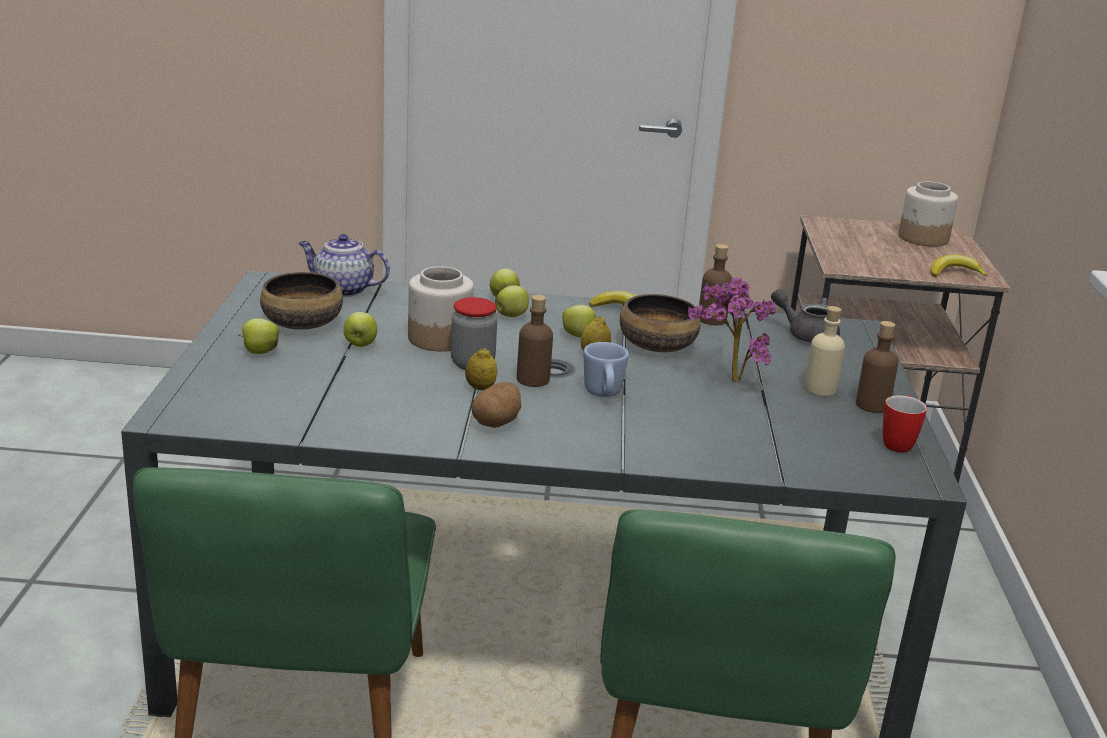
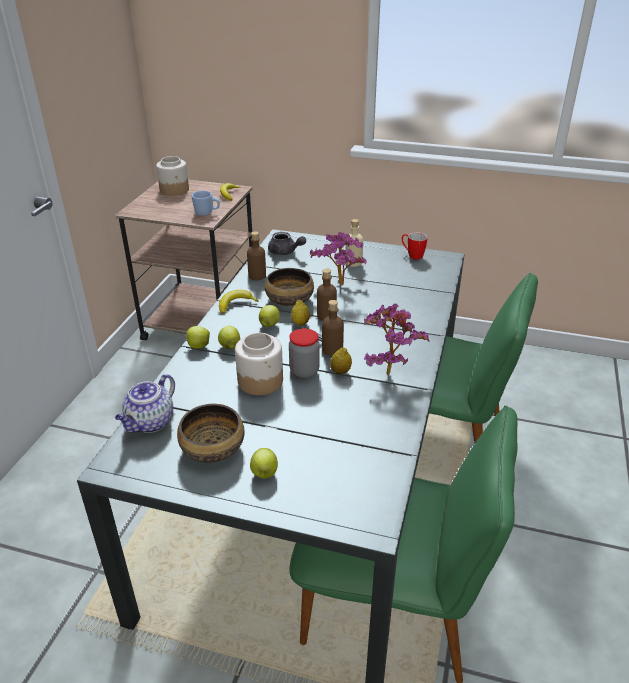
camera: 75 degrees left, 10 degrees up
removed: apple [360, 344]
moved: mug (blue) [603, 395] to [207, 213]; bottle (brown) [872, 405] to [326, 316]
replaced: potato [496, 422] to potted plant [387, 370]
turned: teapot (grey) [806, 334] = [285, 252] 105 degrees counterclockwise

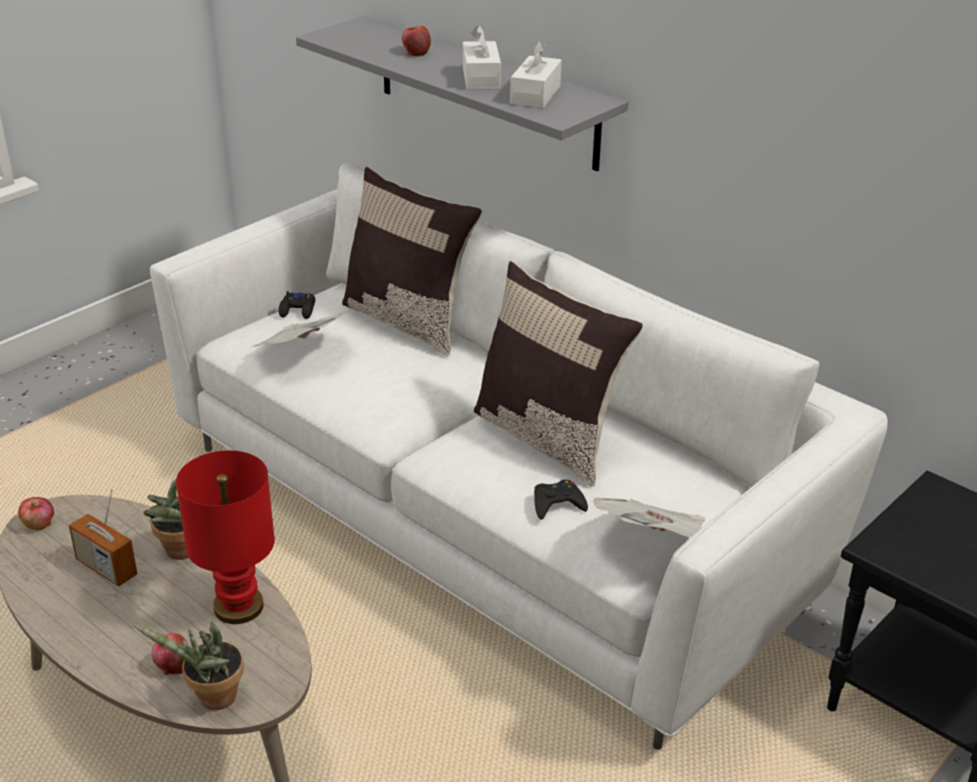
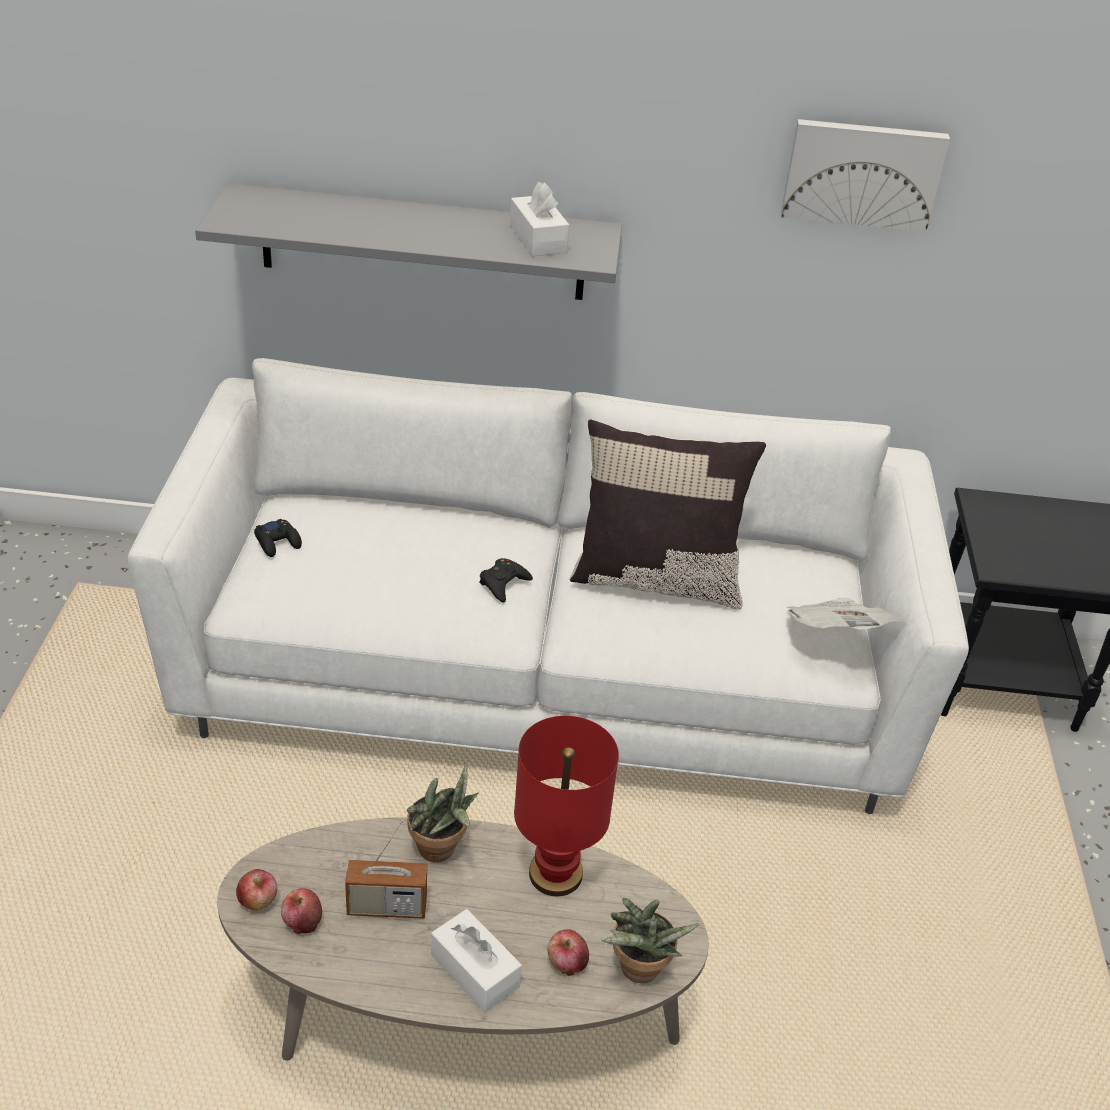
camera: 40 degrees left, 5 degrees up
removed: newspaper [302, 352]; pillow [408, 322]
added: picture [862, 173]
moved: apple [416, 52] to [302, 922]; tissue box (white) [481, 78] to [475, 971]; game controller (black) [557, 504] to [503, 583]

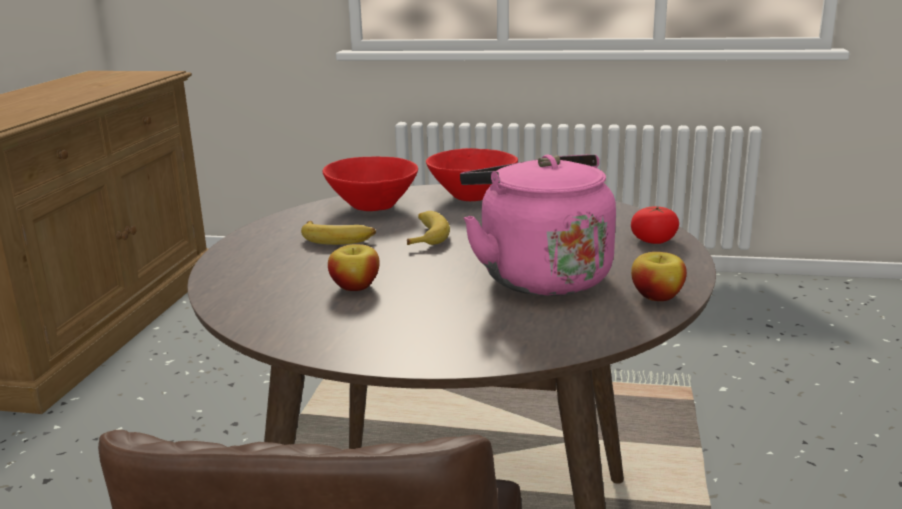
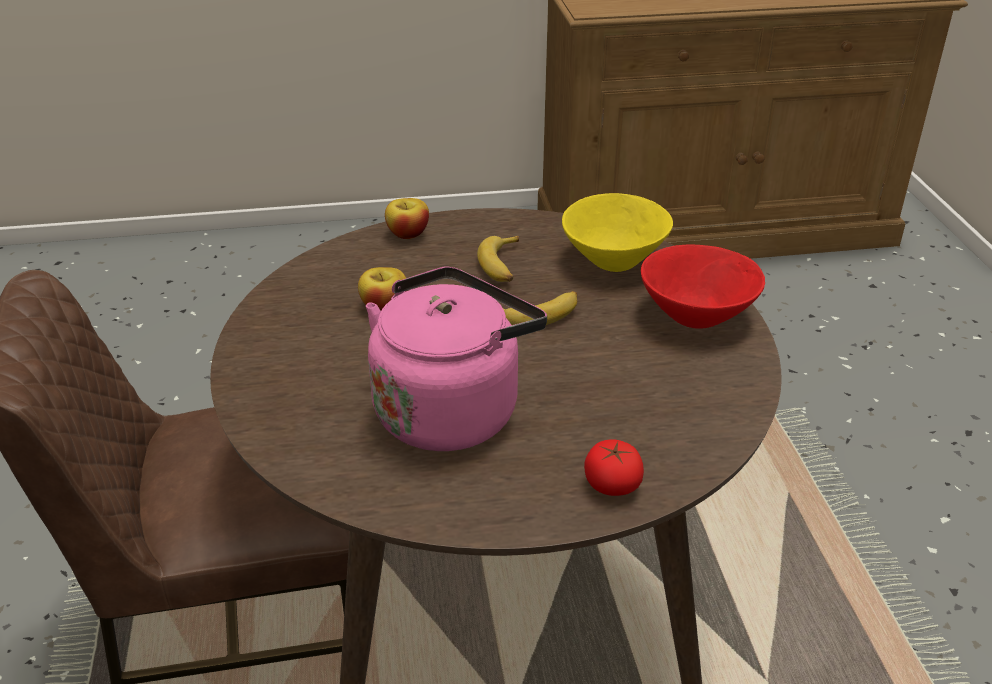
camera: 70 degrees right, 15 degrees up
moved: apple [657, 296] to [408, 234]
recoloured: bowl (red) [373, 207] to bowl (yellow) [612, 261]

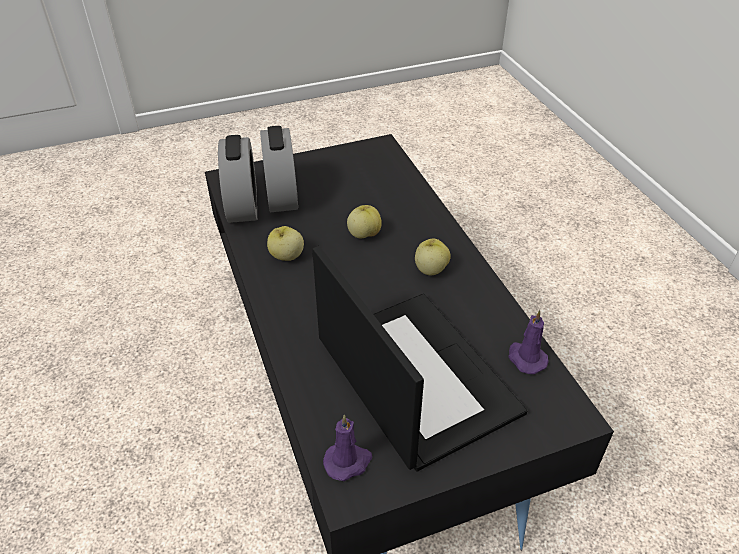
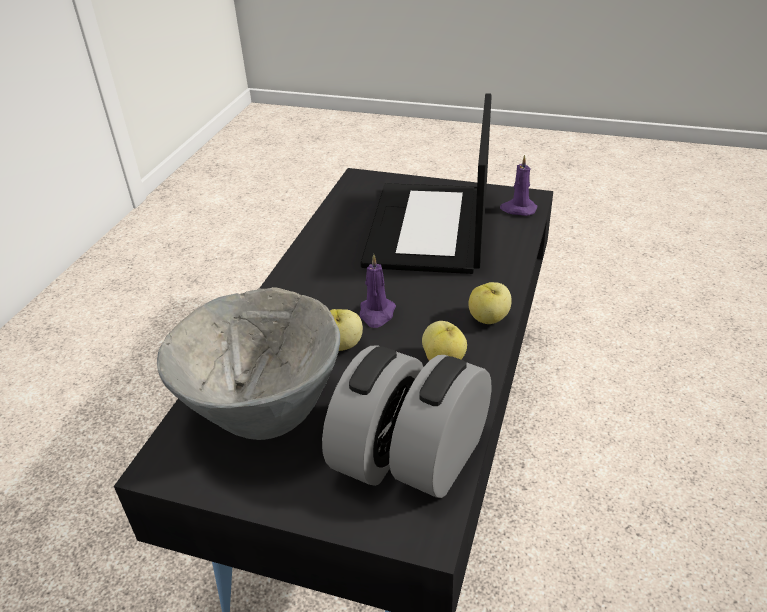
camera: 140 degrees left, 5 degrees down
added: bowl (grey) [263, 412]
moved: apple [430, 269] to [489, 319]; candle (purple) [526, 358] to [377, 314]

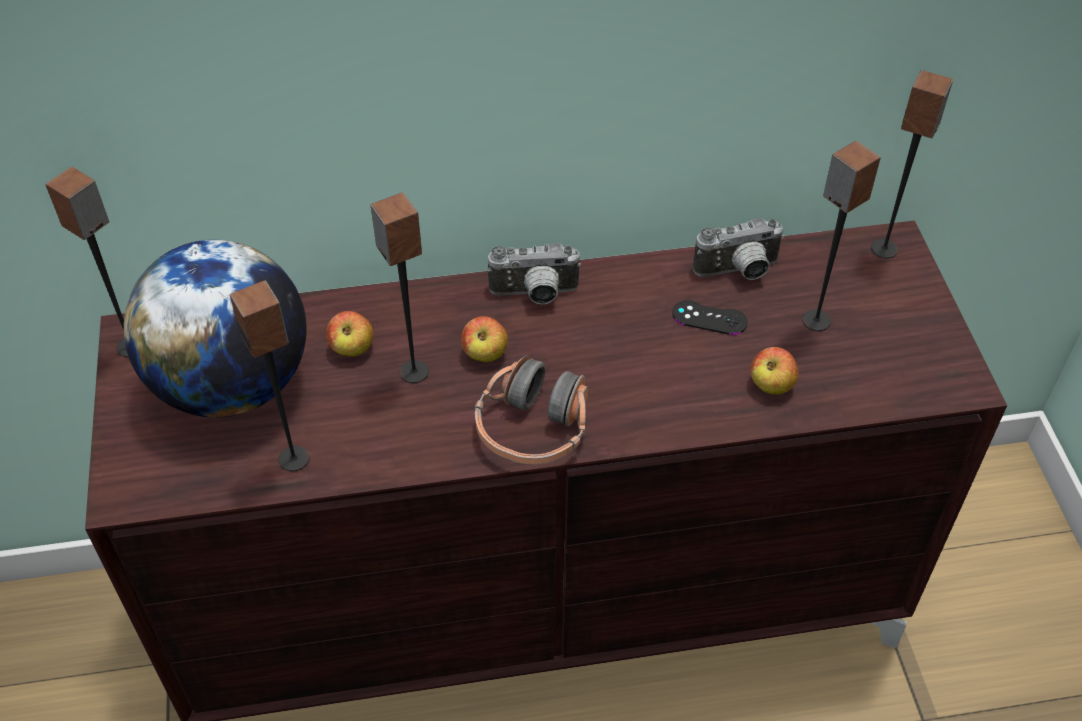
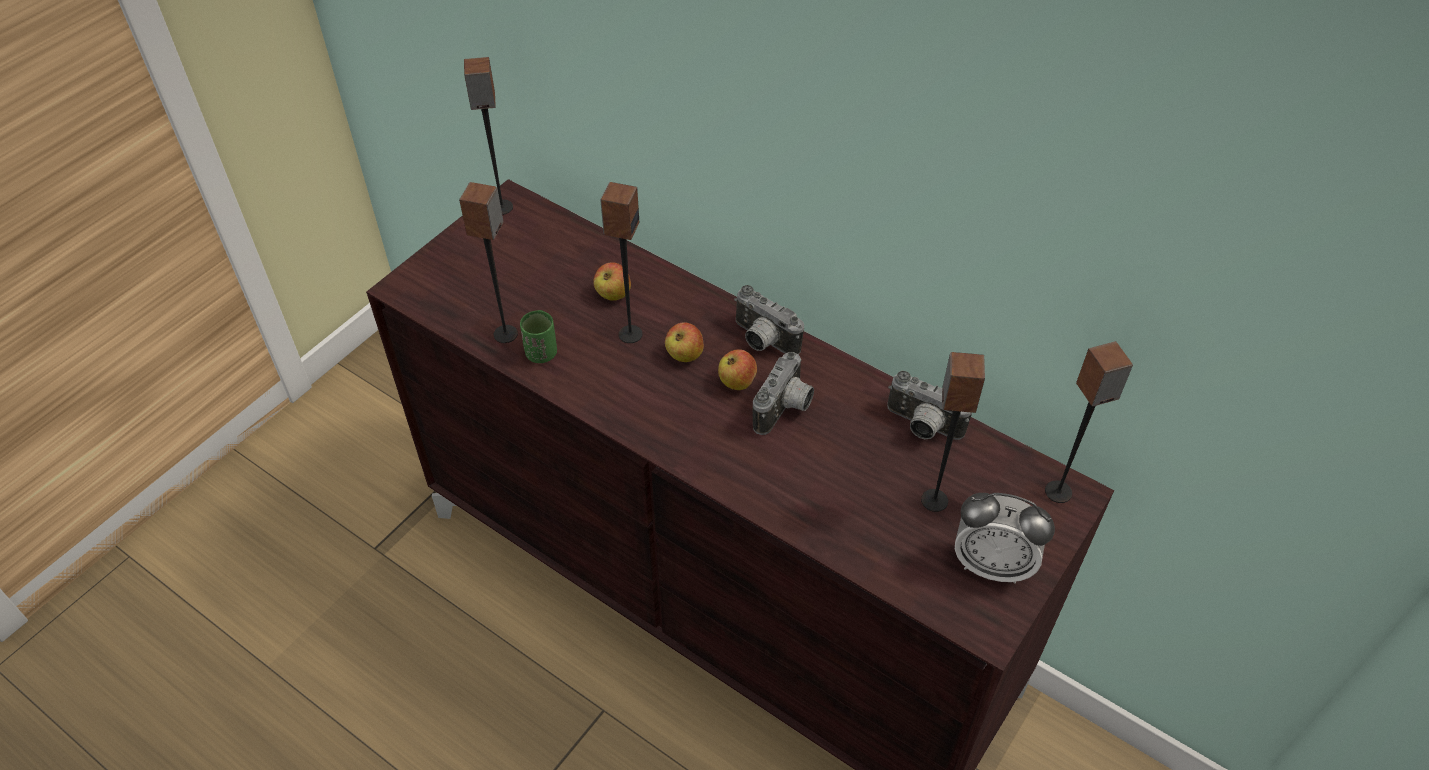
camera: 45 degrees right, 0 degrees up
removed: globe [232, 384]; headphones [533, 428]; game controller (black) [709, 318]
added: cup (green) [541, 353]; photo camera [785, 409]; alarm clock [992, 564]
moved: apple [771, 385] to [737, 382]

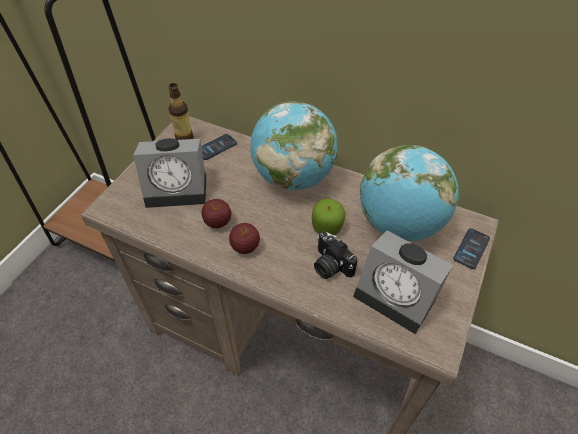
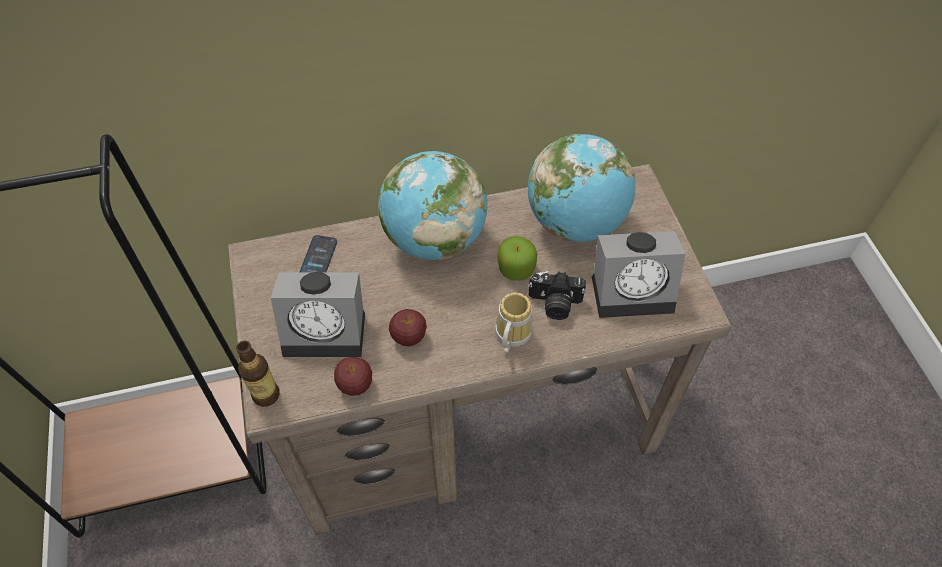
camera: 40 degrees left, 5 degrees up
removed: phone [471, 249]
added: mug [509, 336]
moved: bottle [185, 139] to [266, 395]; apple [245, 247] to [355, 385]
turned: alarm clock [179, 188] = [328, 330] 45 degrees clockwise

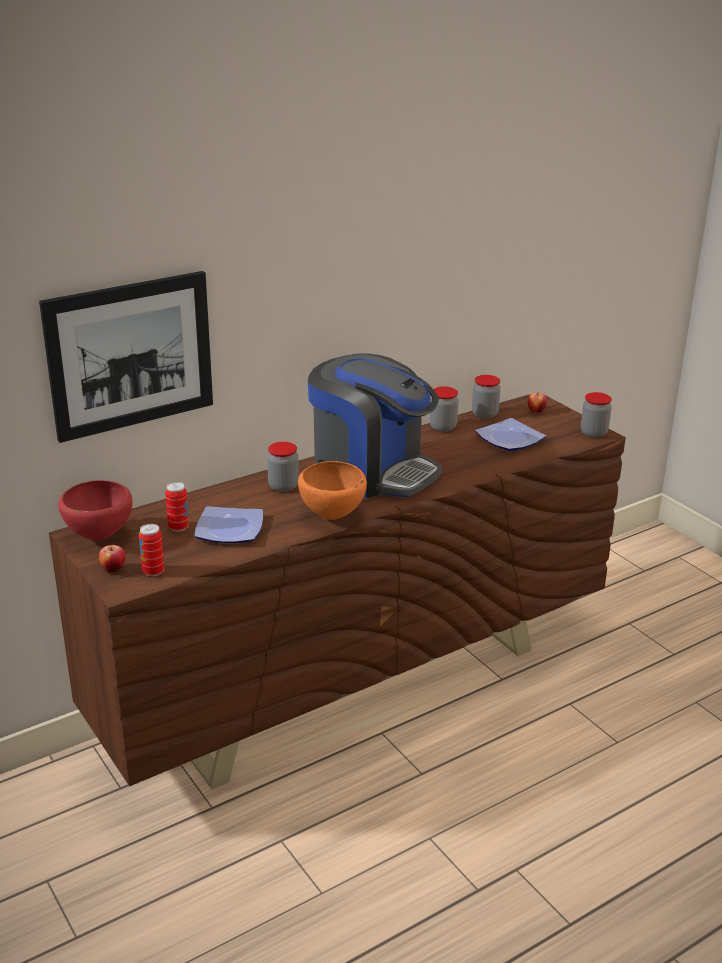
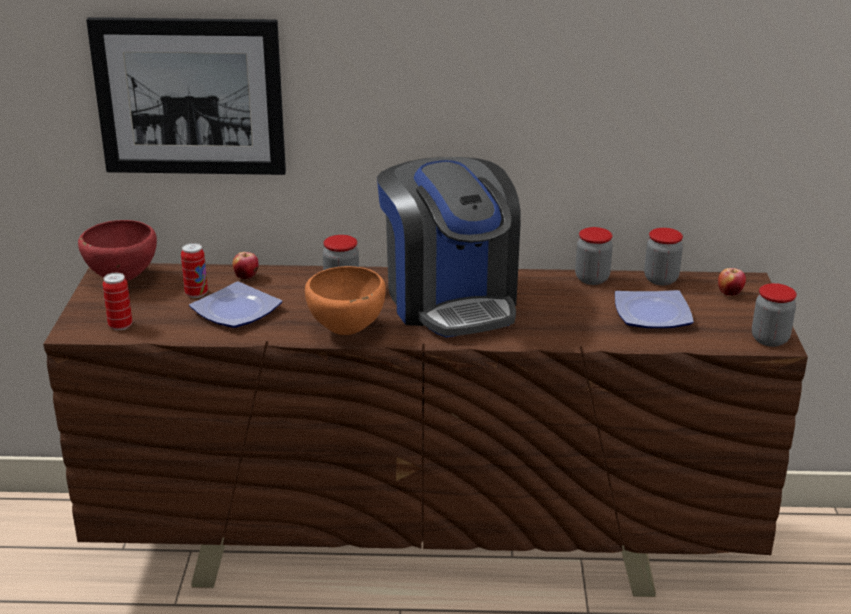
camera: 35 degrees right, 0 degrees up
moved: apple [113, 569] to [246, 277]

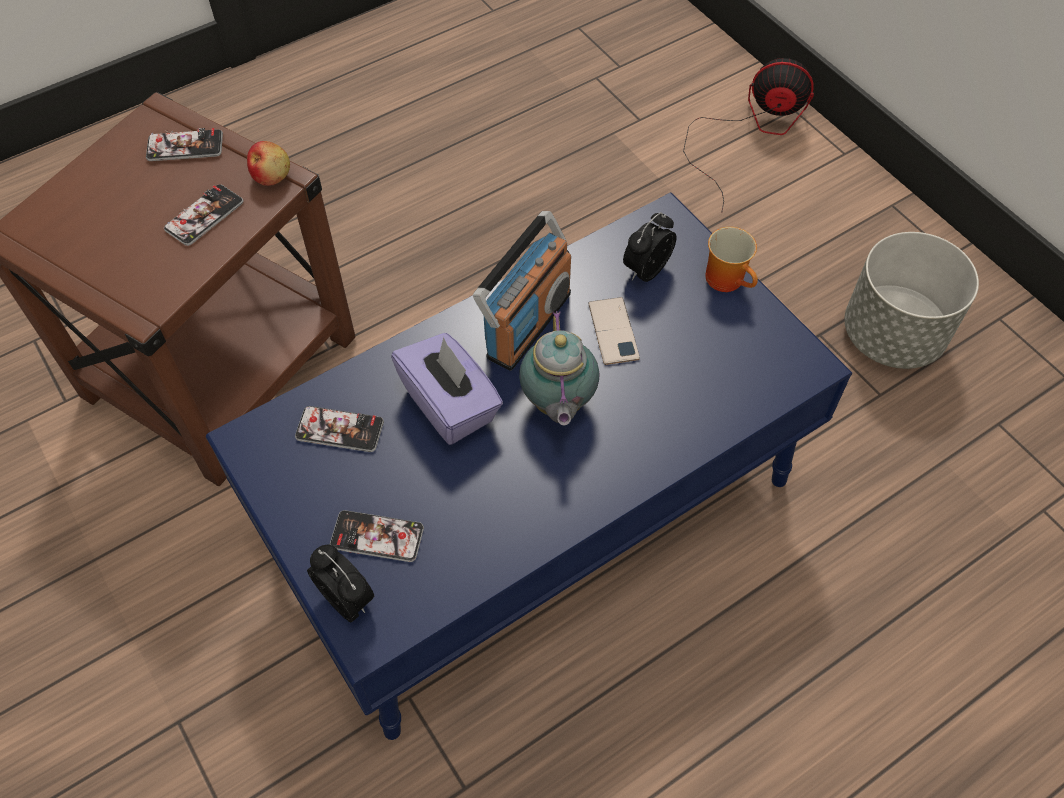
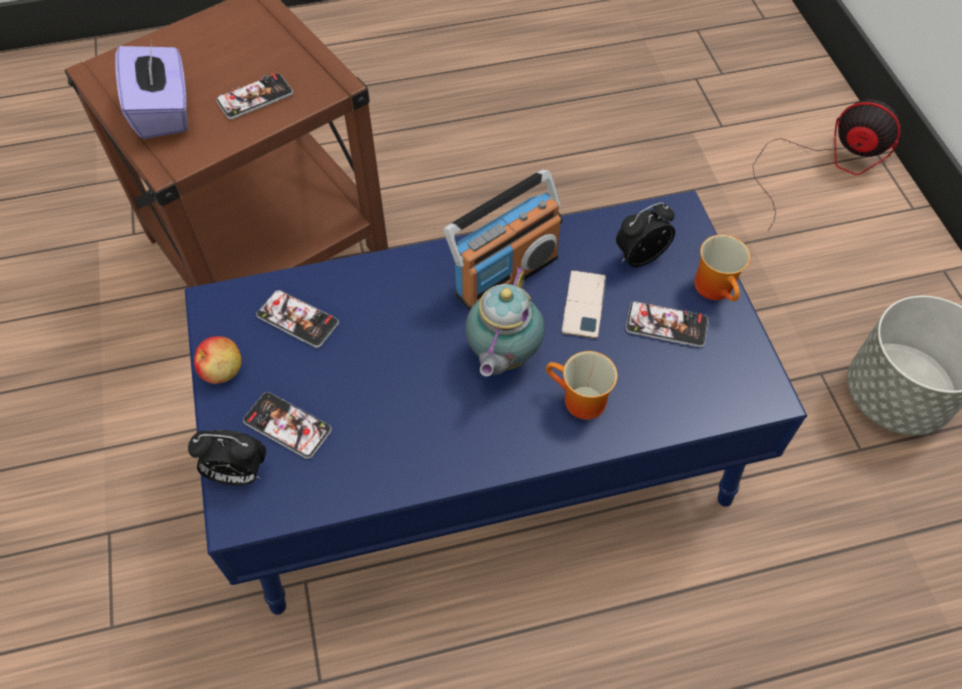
camera: 20 degrees right, 0 degrees up
added: mug [578, 402]
moved: phone [185, 146] to [666, 325]; apple [272, 176] to [222, 369]; tissue box (purple) [450, 404] to [164, 111]
turned: alarm clock [348, 599] = [237, 474] 120 degrees clockwise

